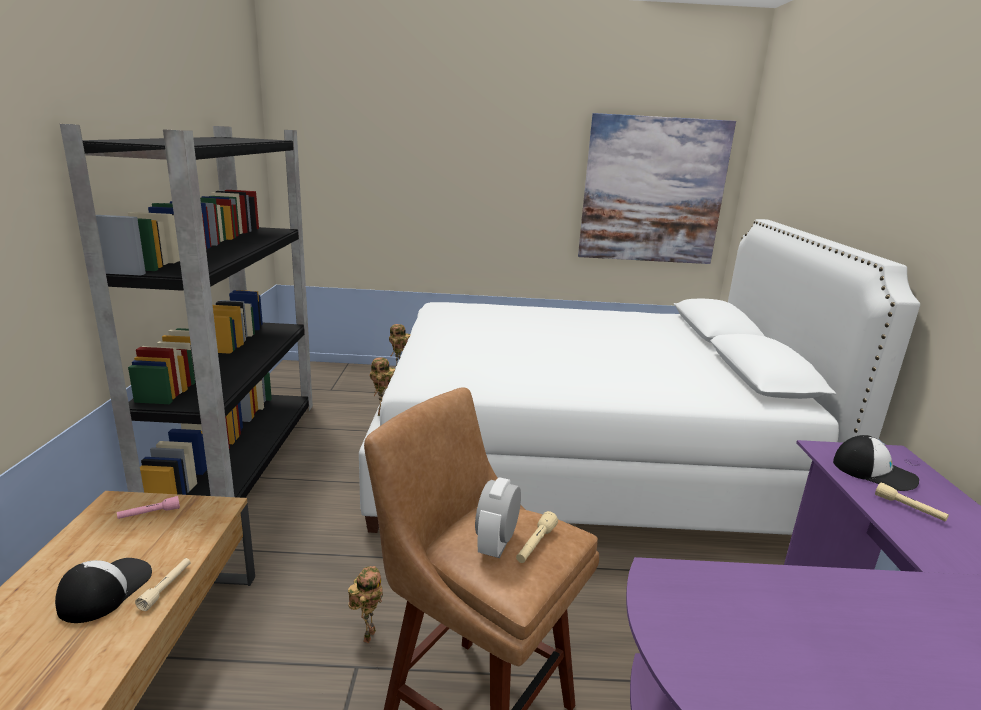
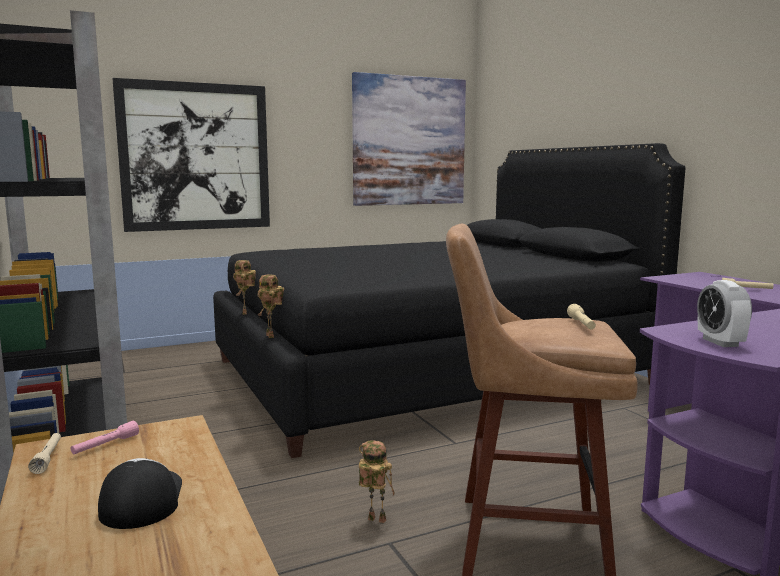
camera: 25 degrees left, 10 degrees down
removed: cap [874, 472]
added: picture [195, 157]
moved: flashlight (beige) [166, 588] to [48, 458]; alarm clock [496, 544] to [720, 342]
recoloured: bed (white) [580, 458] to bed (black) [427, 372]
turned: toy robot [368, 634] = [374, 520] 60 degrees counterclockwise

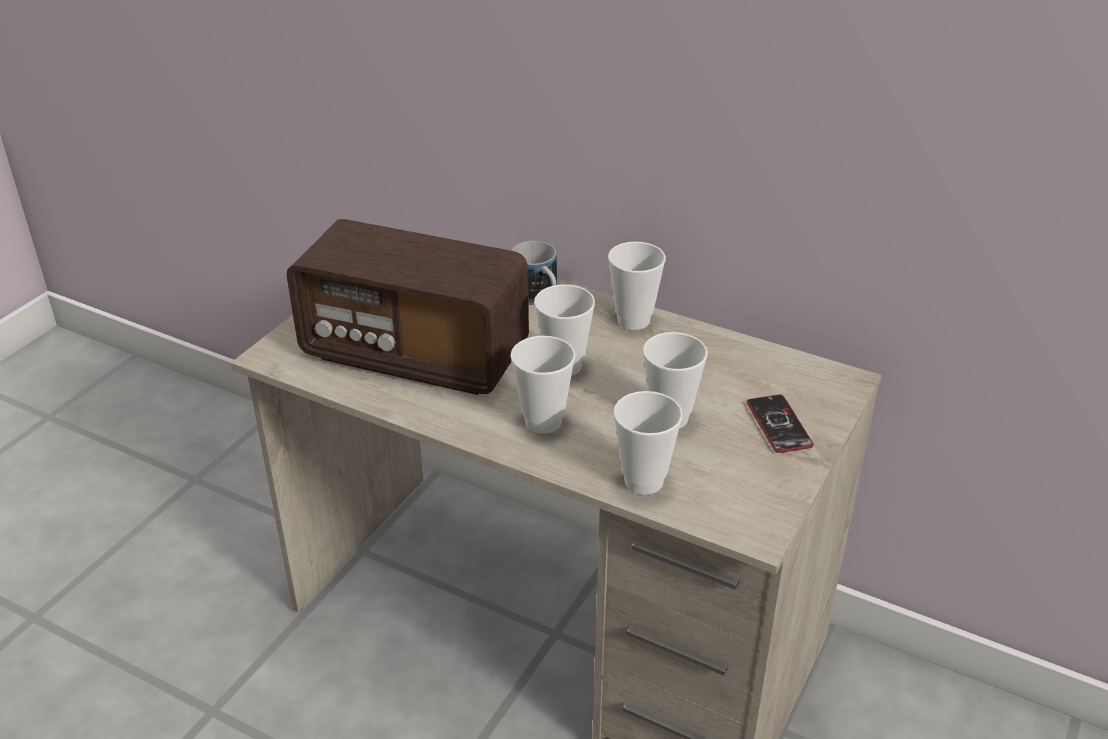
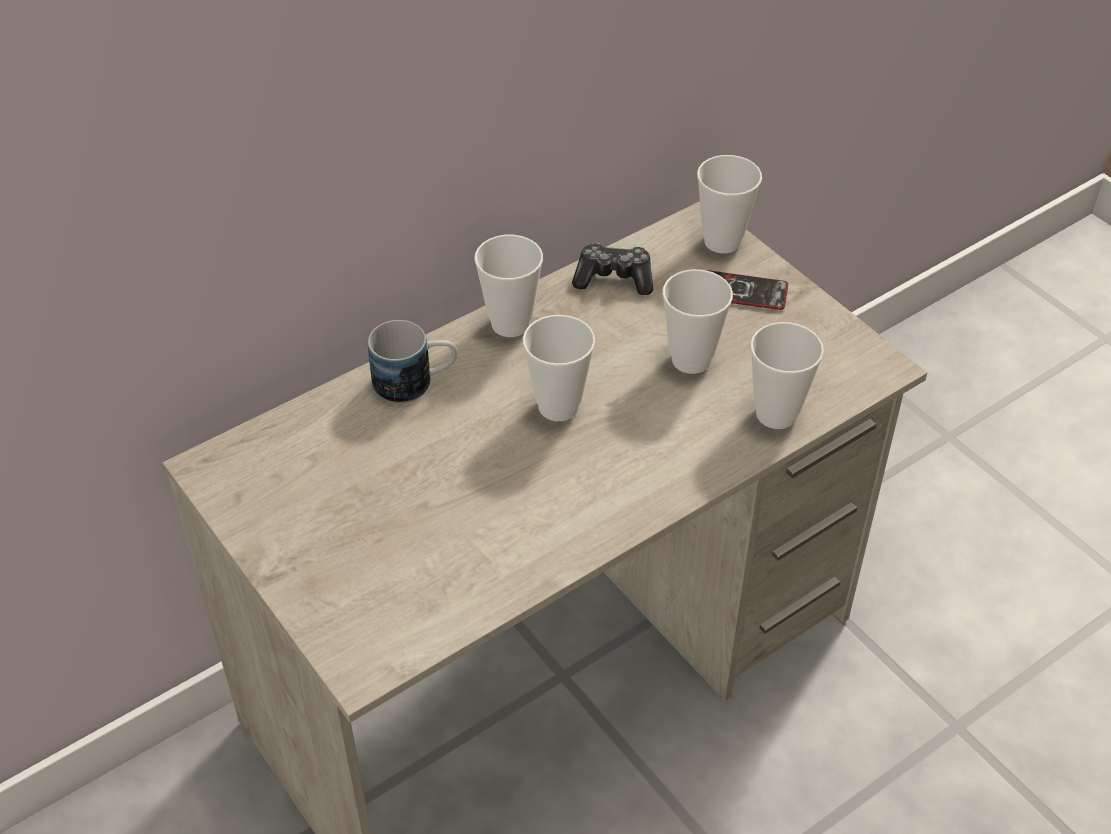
camera: 65 degrees left, 10 degrees up
removed: radio [415, 354]
added: game controller [614, 278]
moved: cup [543, 421] to [722, 241]

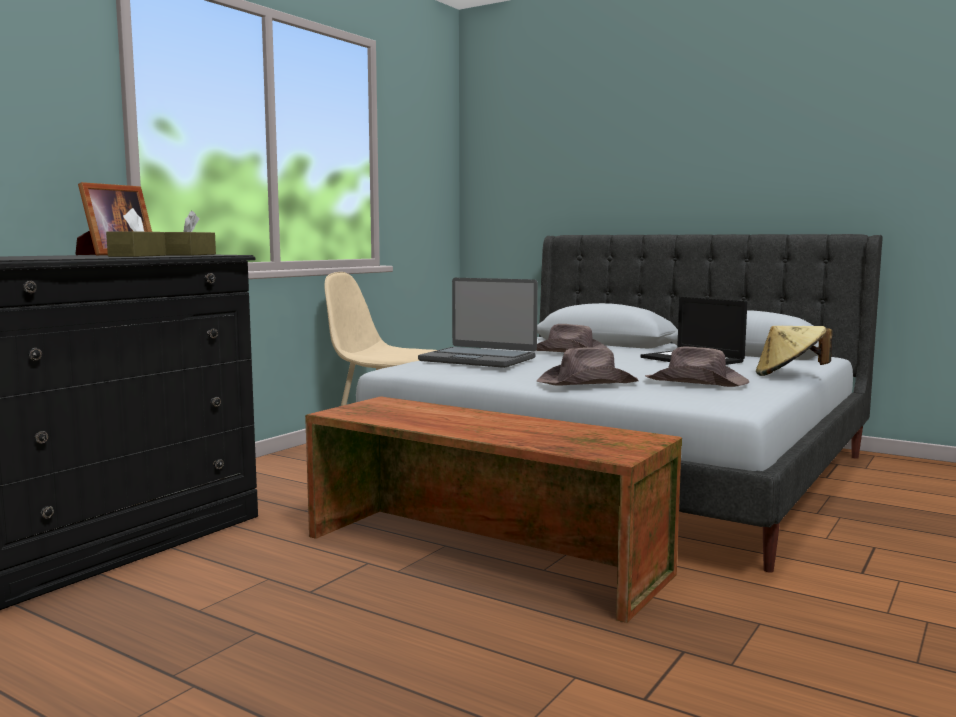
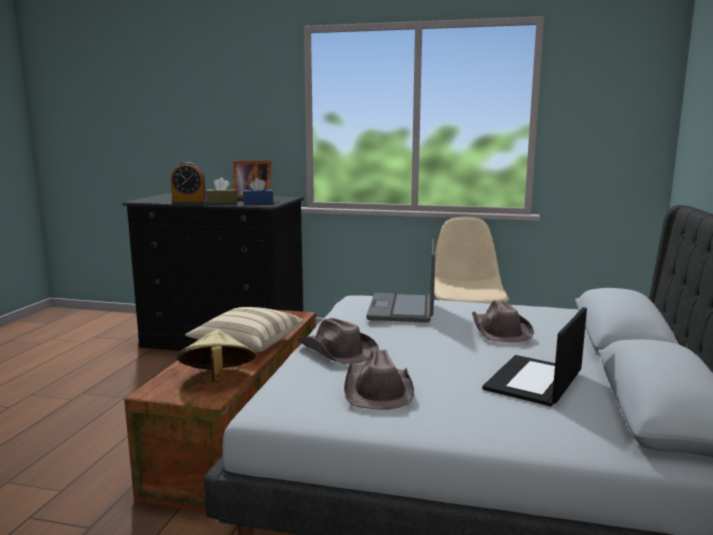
camera: 70 degrees right, 5 degrees up
added: alarm clock [189, 201]; pillow (beige) [247, 344]
moved: hat (beige) [789, 375] to [217, 379]
recoloured: tissue box (brown) [191, 254] to tissue box (blue) [258, 203]

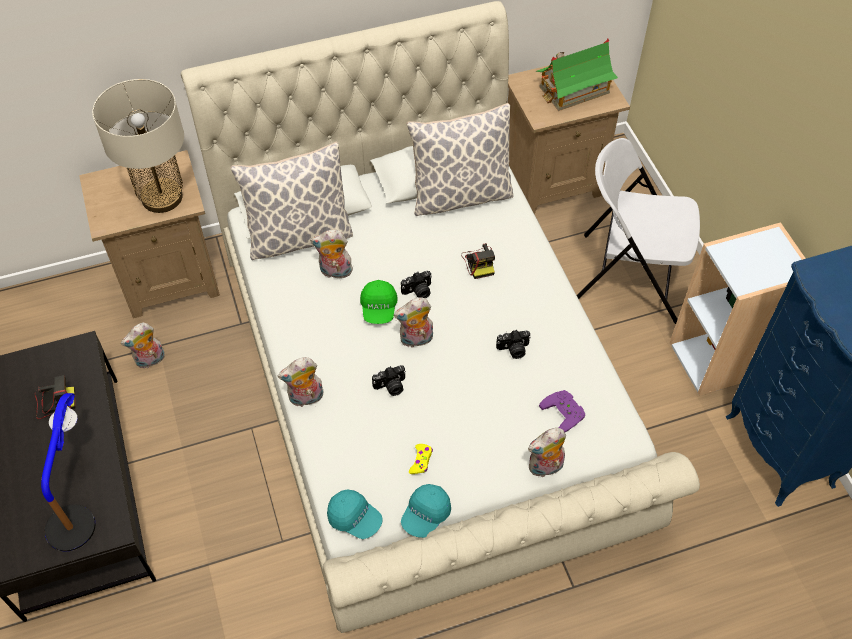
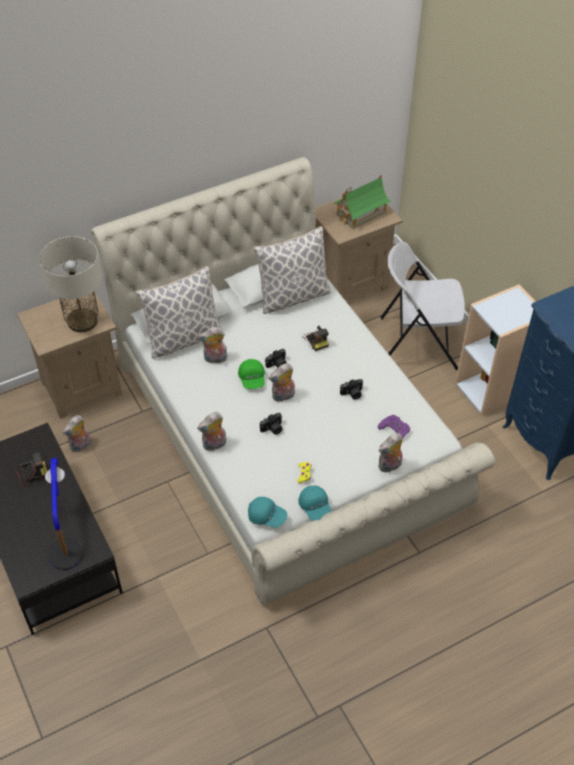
camera: 10 degrees left, 5 degrees down
turned: cap (turquoise) [425, 515] = [315, 507] 45 degrees counterclockwise

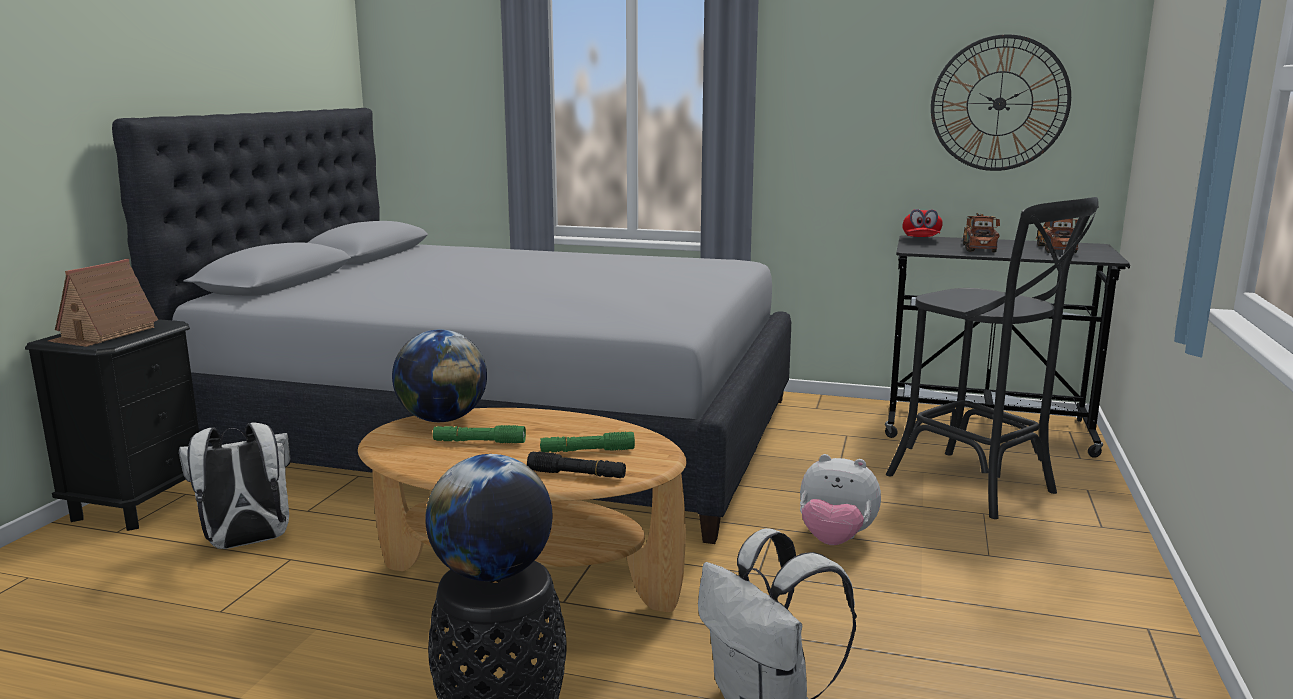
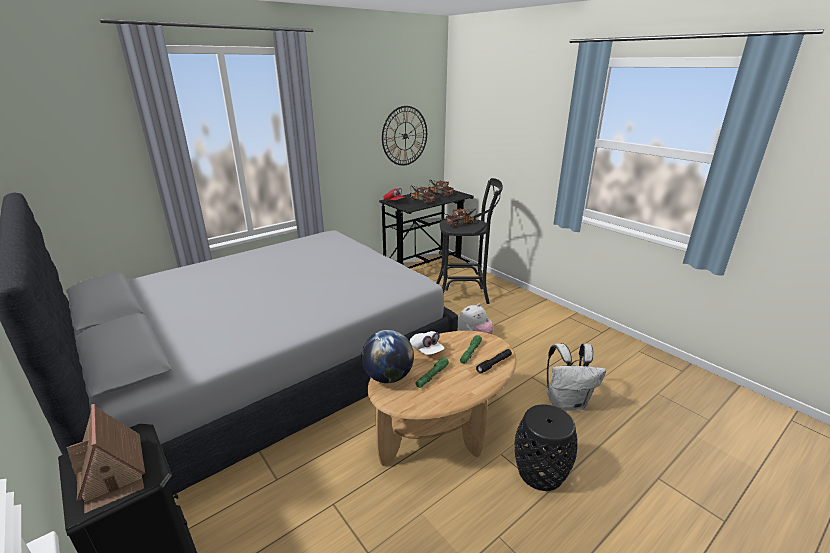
camera: 55 degrees left, 10 degrees up
removed: backpack (white) [246, 543]; globe [492, 573]
added: cap (white) [426, 350]; toy truck [462, 223]

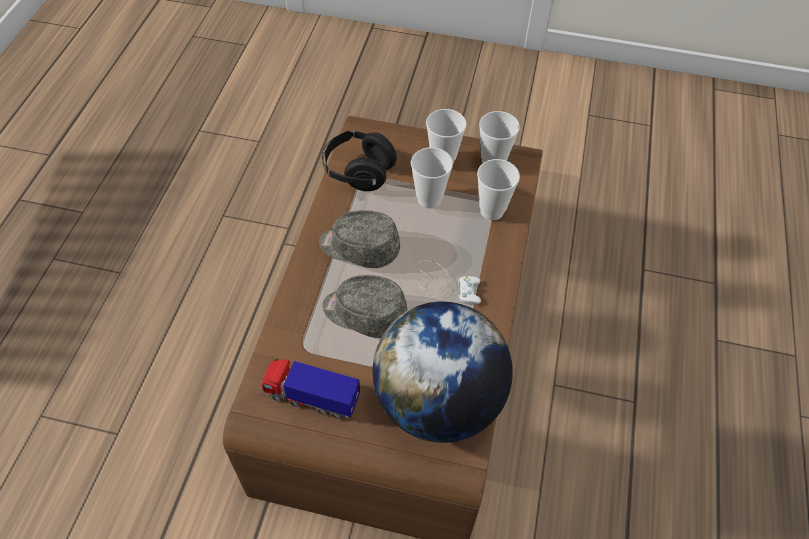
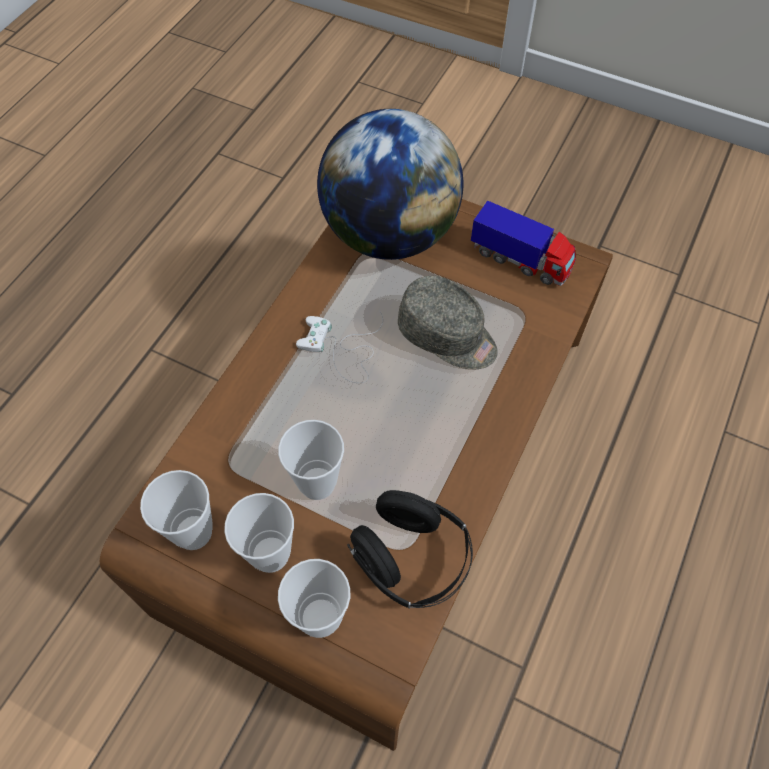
camera: 165 degrees left, 5 degrees up
removed: cap (grey) [359, 248]
moved: cup [492, 211] to [320, 618]

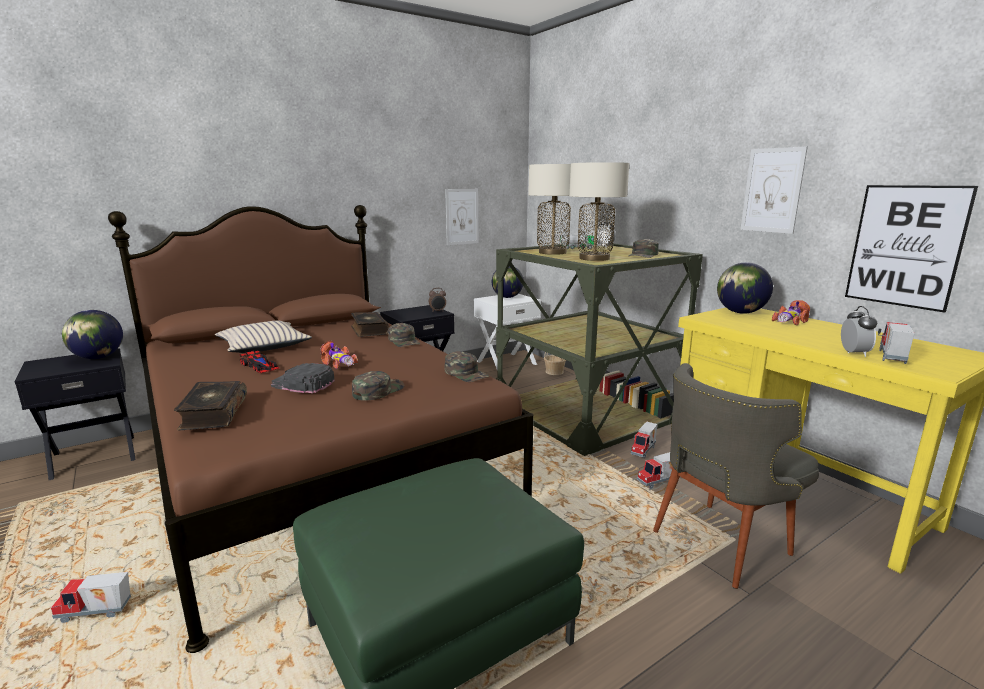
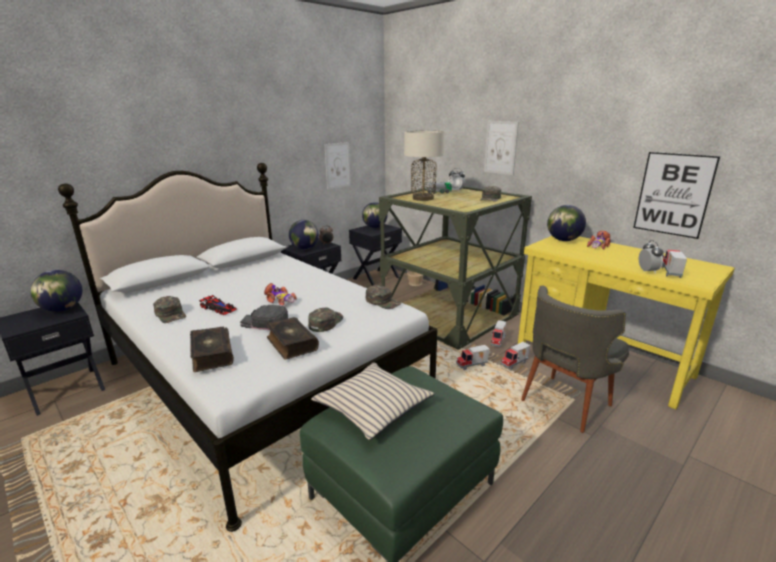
camera: 10 degrees left, 5 degrees up
removed: table lamp [594, 258]
added: globe [305, 248]
moved: toy truck [95, 613] to [472, 366]; pillow (beige) [263, 346] to [372, 407]; book [369, 330] to [291, 344]; cap (green) [404, 341] to [171, 314]; picture [772, 190] to [500, 147]
recoloured: bed (brown) [318, 466] to bed (white) [263, 378]; nightstand (white) [506, 362] to nightstand (black) [376, 278]

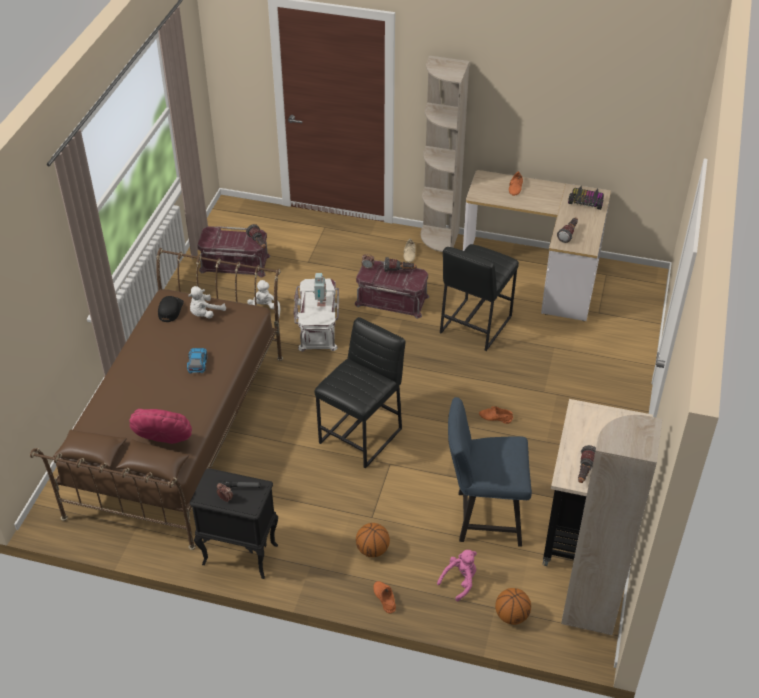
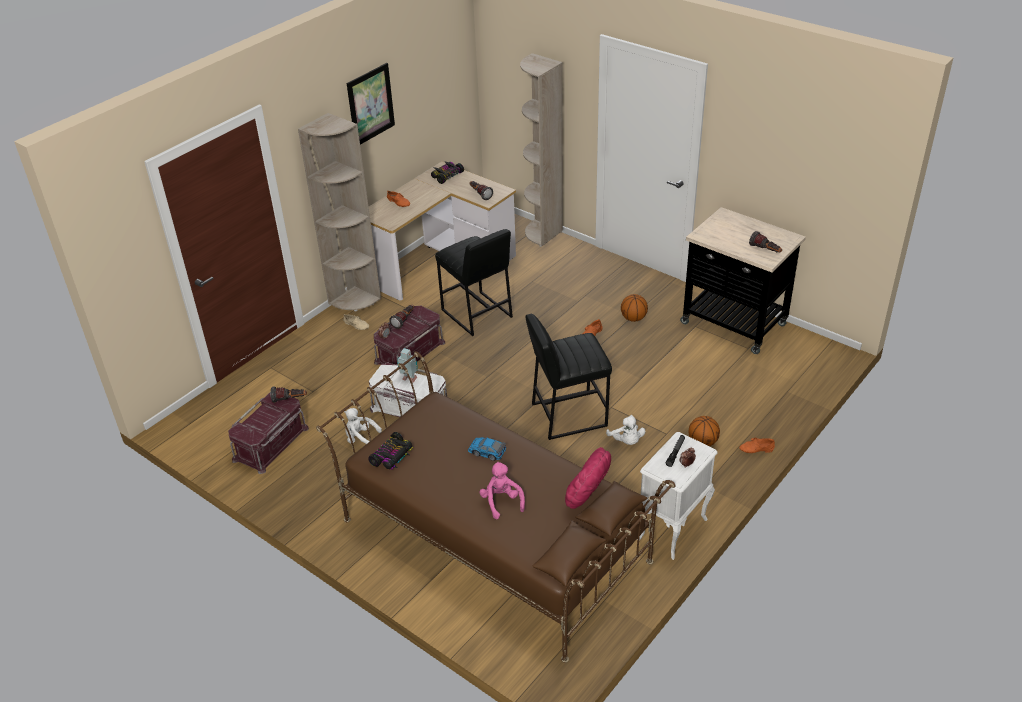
camera: 65 degrees left, 5 degrees down
removed: chair (blue) [483, 517]
added: picture [370, 104]
moved: plush toy (white) [205, 314] to [626, 441]; plush toy (pink) [460, 581] to [501, 502]; basketball [511, 616] to [633, 318]; bookcase (beige) [590, 614] to [540, 237]
replaced: cap (black) [170, 310] to toy car [392, 456]
recoloured: nightstand (black) [239, 555] to nightstand (white) [672, 530]
turned: chair (black) [361, 435] = [567, 415] 75 degrees counterclockwise

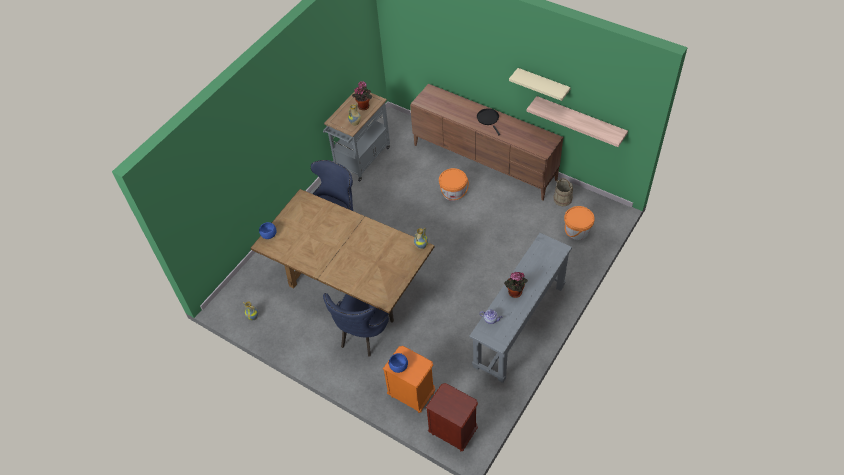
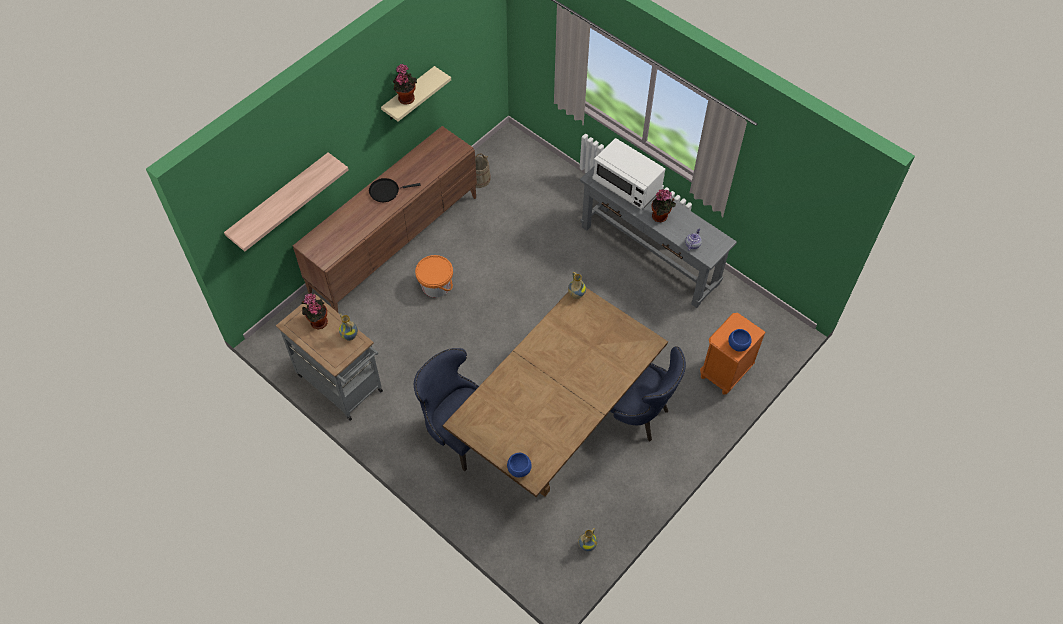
camera: 85 degrees left, 5 degrees up
removed: nightstand (brown) [453, 432]; bucket (orange) [577, 231]
added: potted plant [406, 97]; microwave (white) [627, 186]
moved: shelf [580, 120] to [279, 199]

